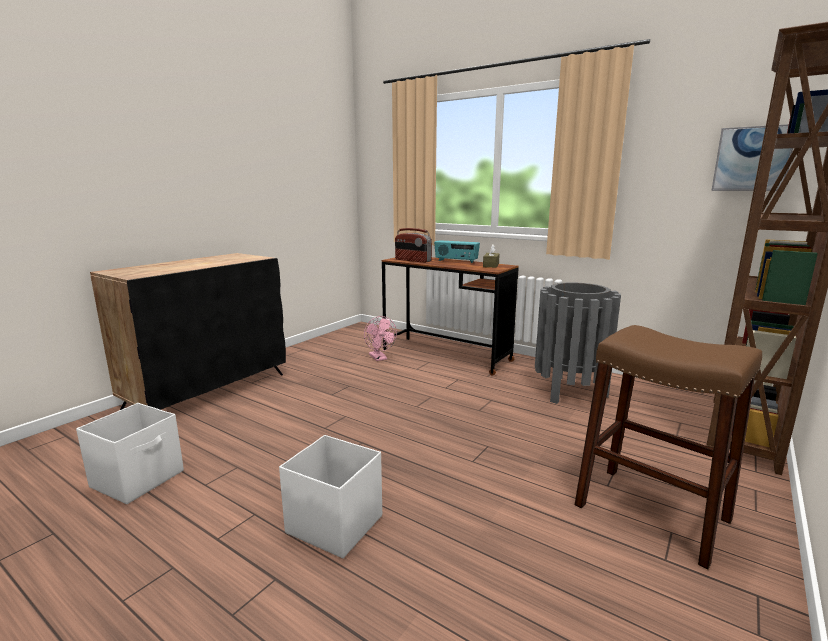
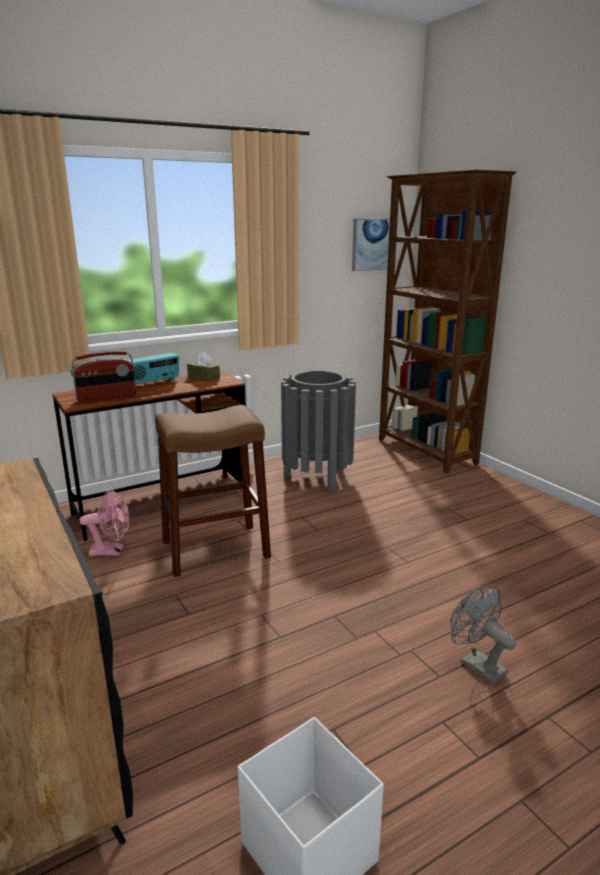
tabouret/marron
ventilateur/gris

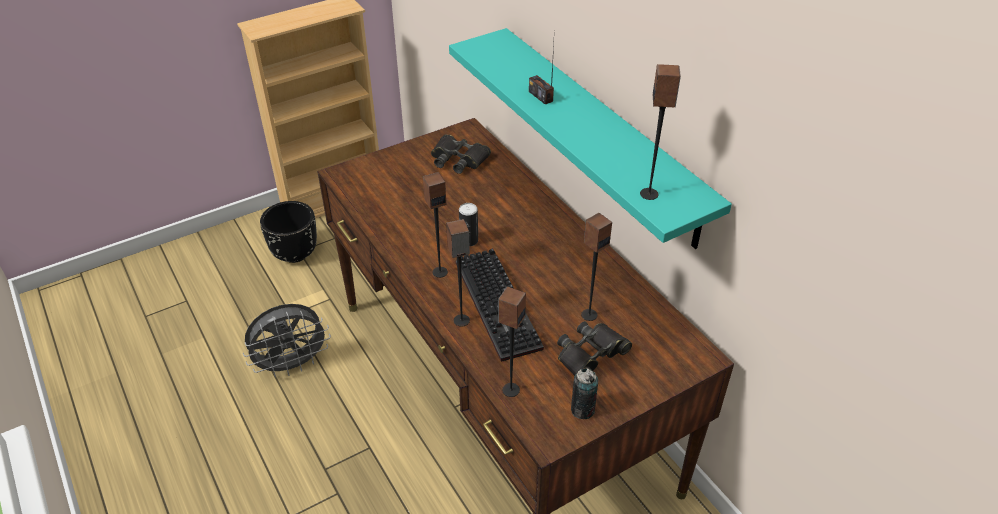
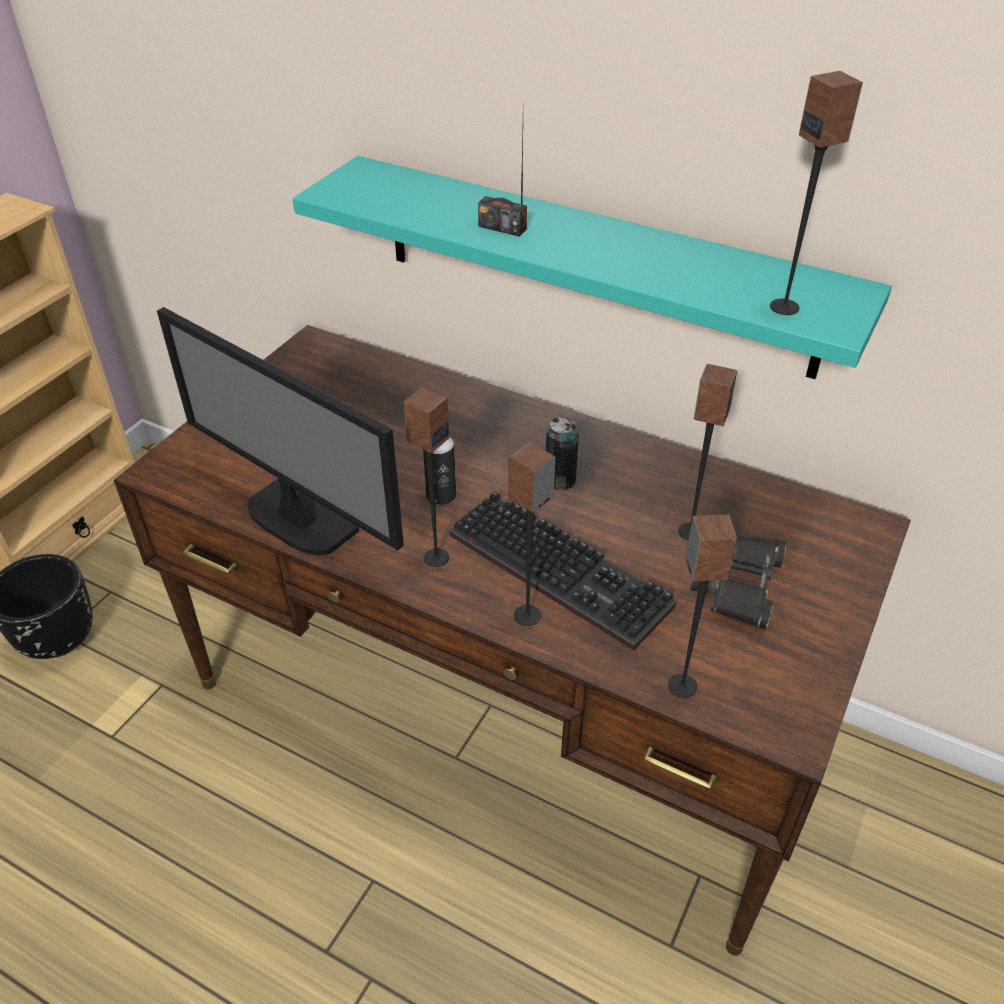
jumelles/noir (no. 1 from left in the first image)
ventilateur/gris
boîte métallique (no. 2 from left)
écran d'ordinateur

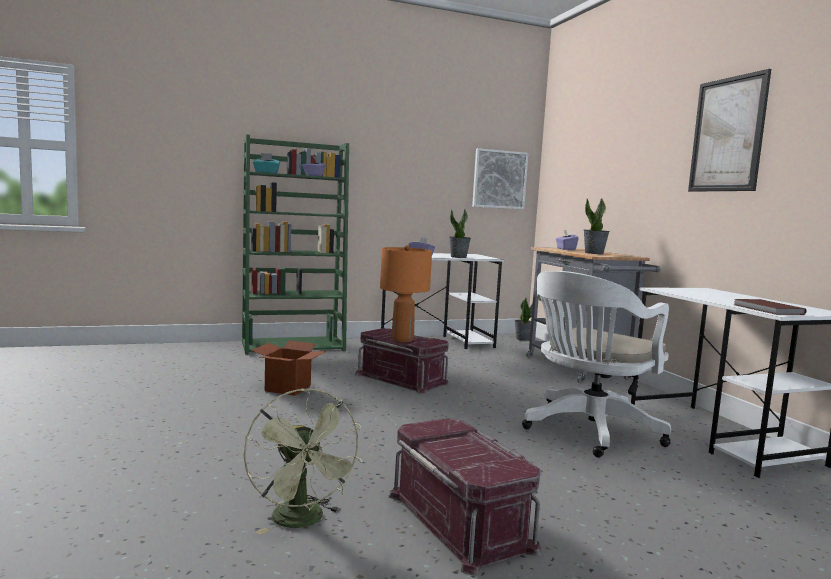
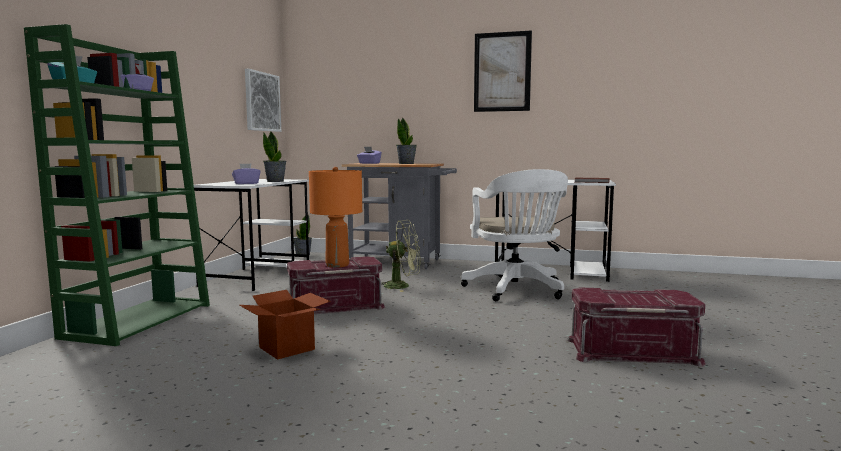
ventilateur/vert

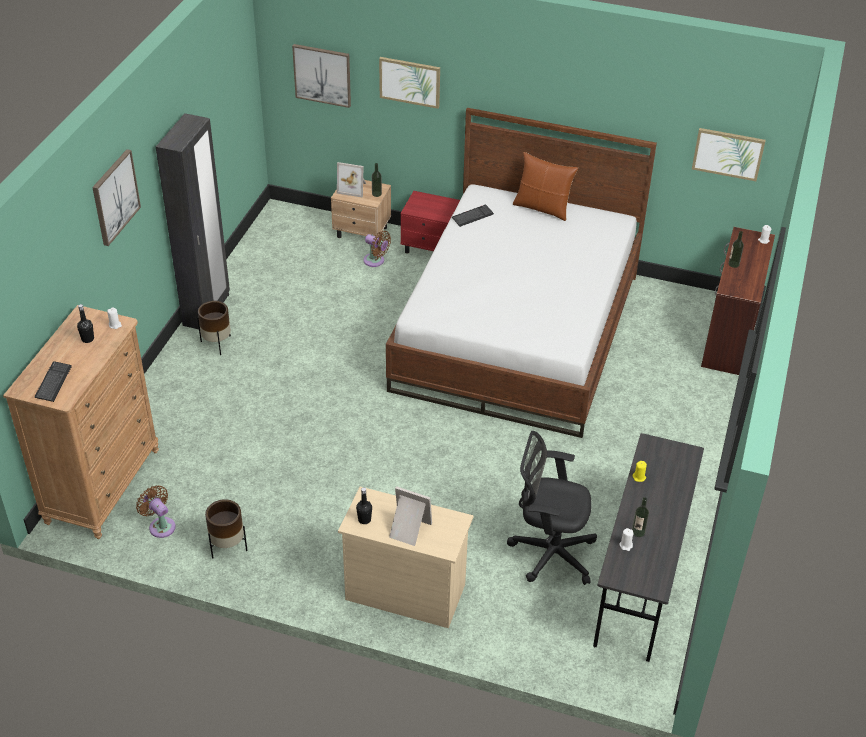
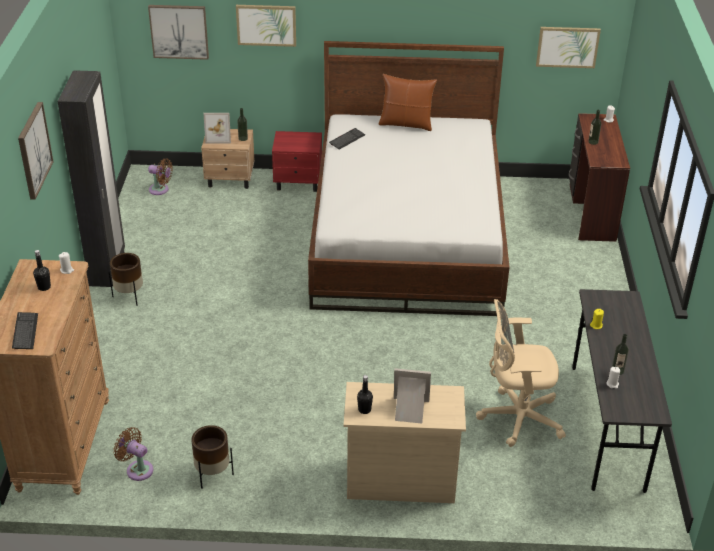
ventilateur/marron (no. 2 from left)
chaise de bureau/beige

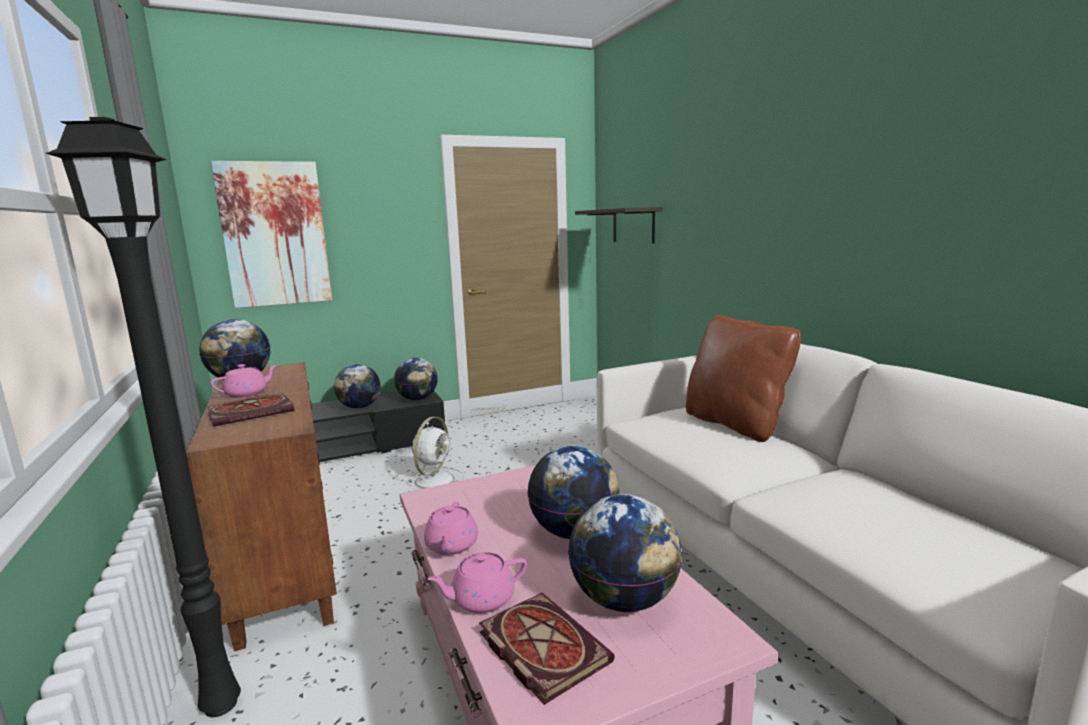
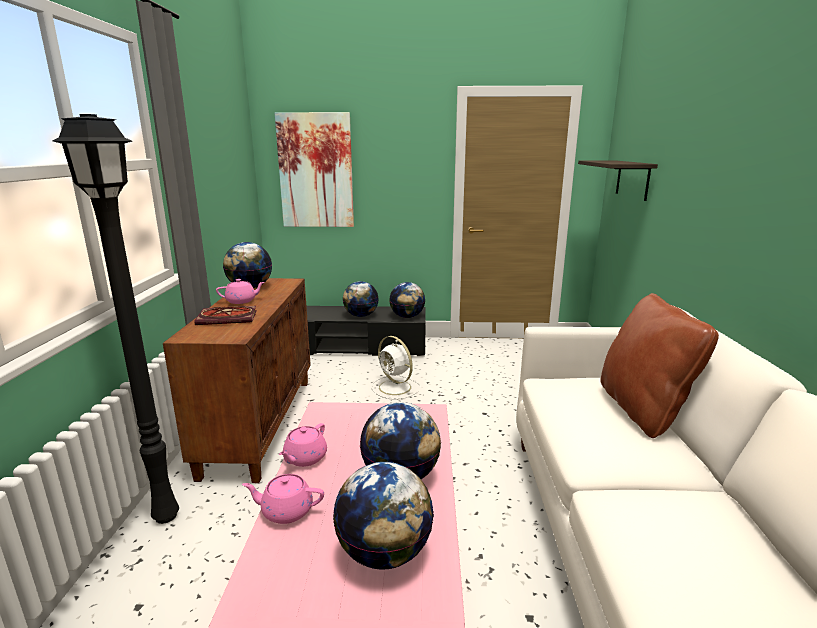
ventilateur/blanc
livre (no. 2 from left in the first image)

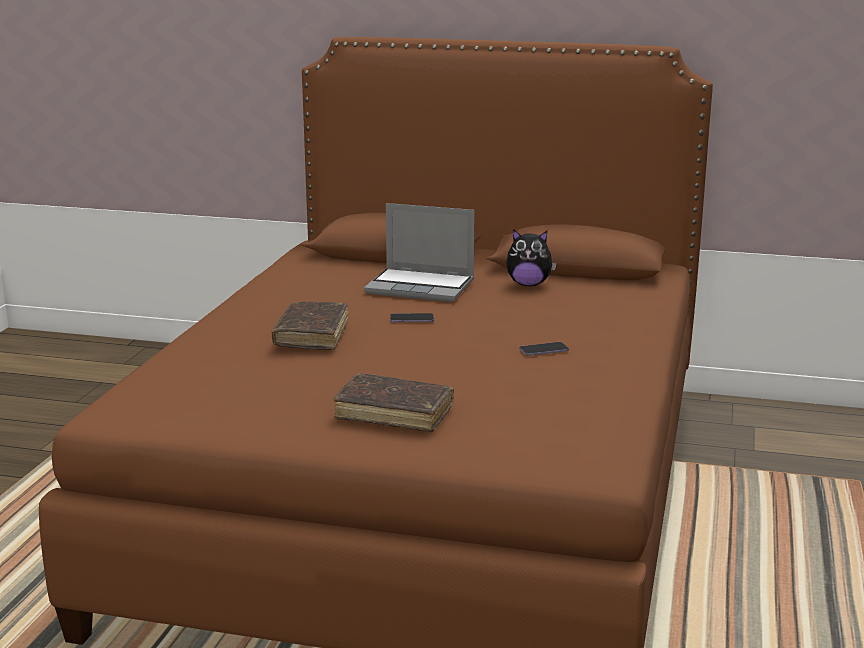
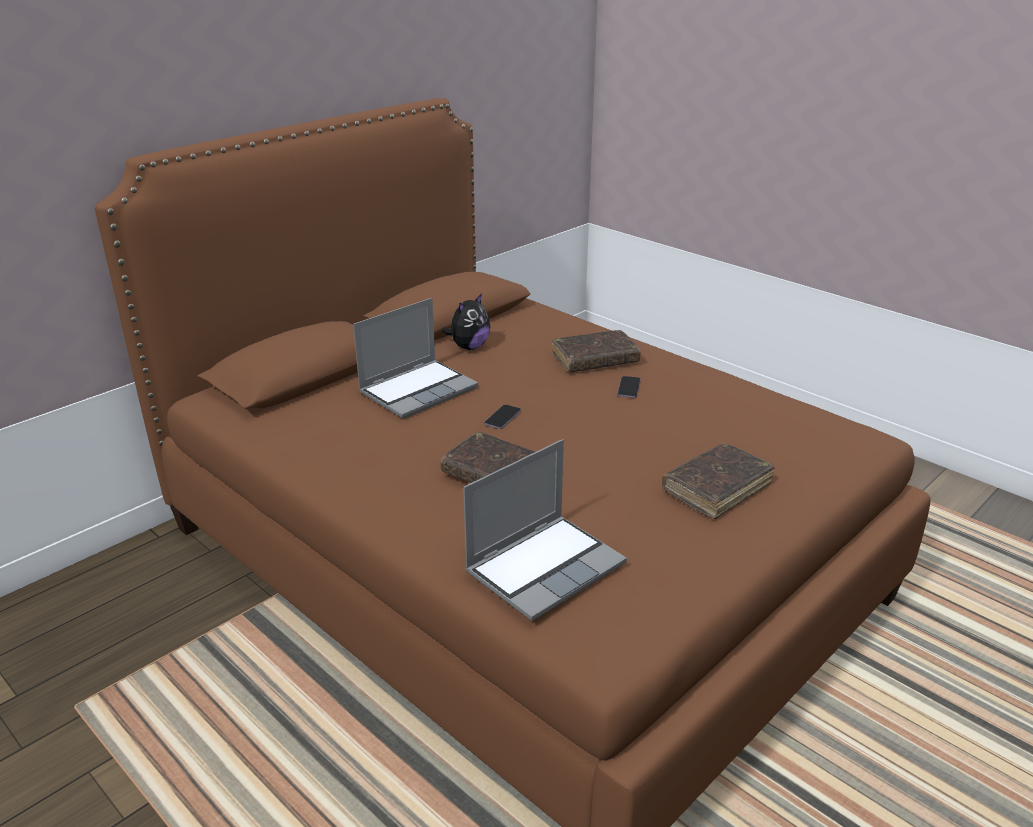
livre/marron (no. 2 from left)
ordinateur portable (no. 2 from left)

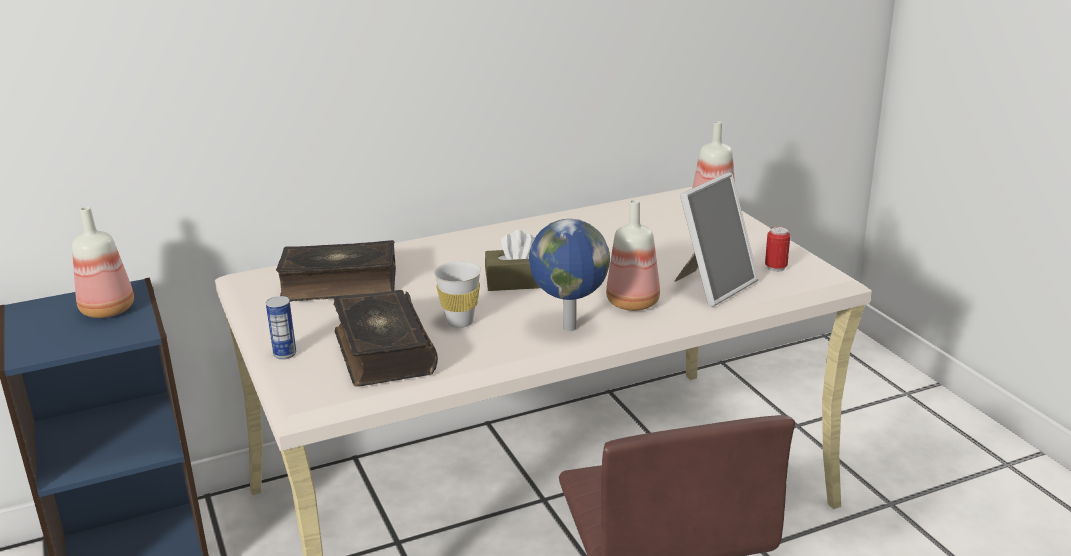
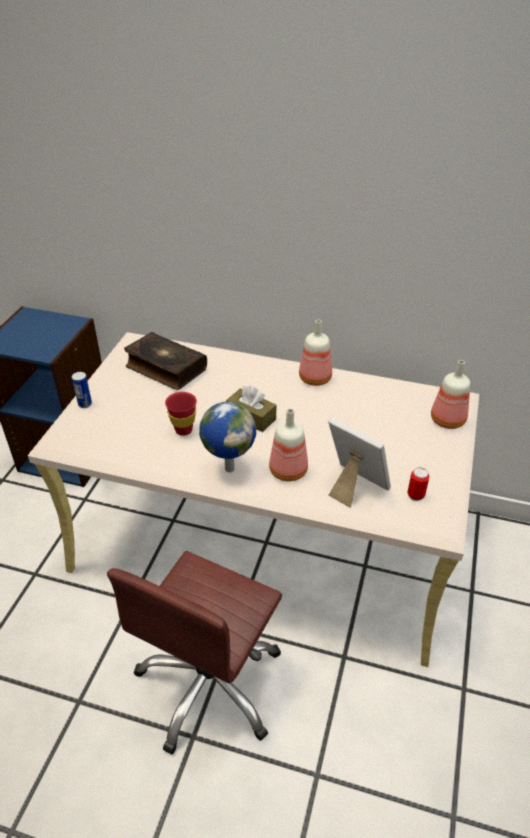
cadre photo
bouteille (no. 2 from left)
tasse/rouge
livre (no. 2 from left in the first image)

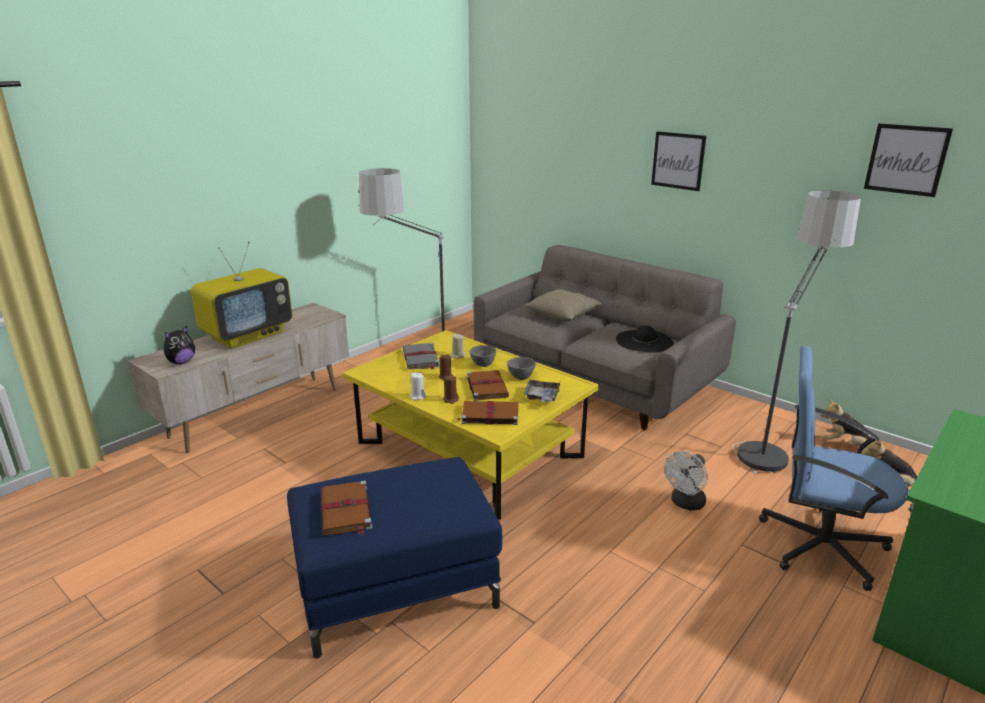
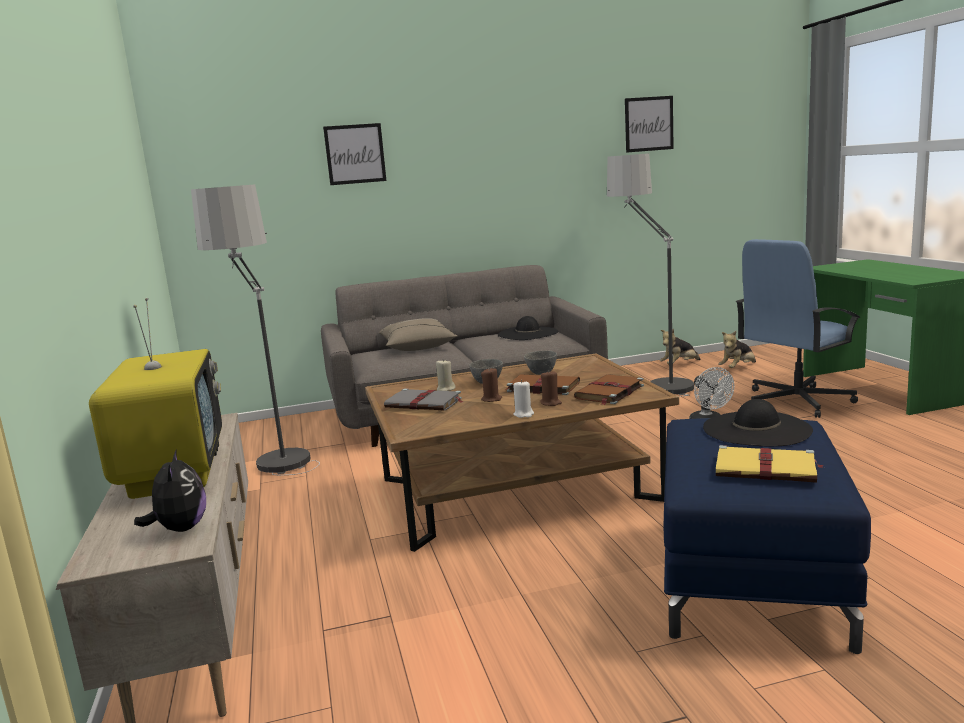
tableau (no. 1 from left)
table basse/marron
plateau/gris
livre/jaune
chapeau/noir (no. 2 from left)

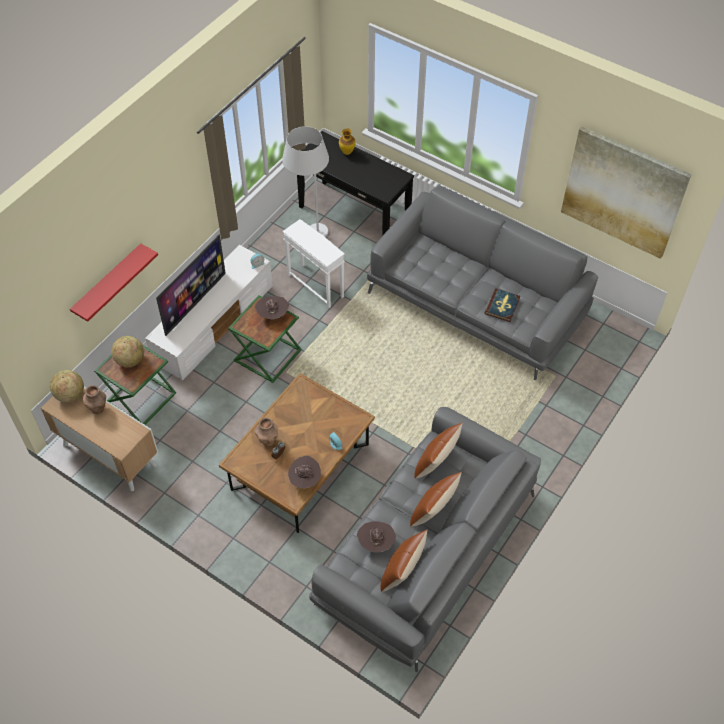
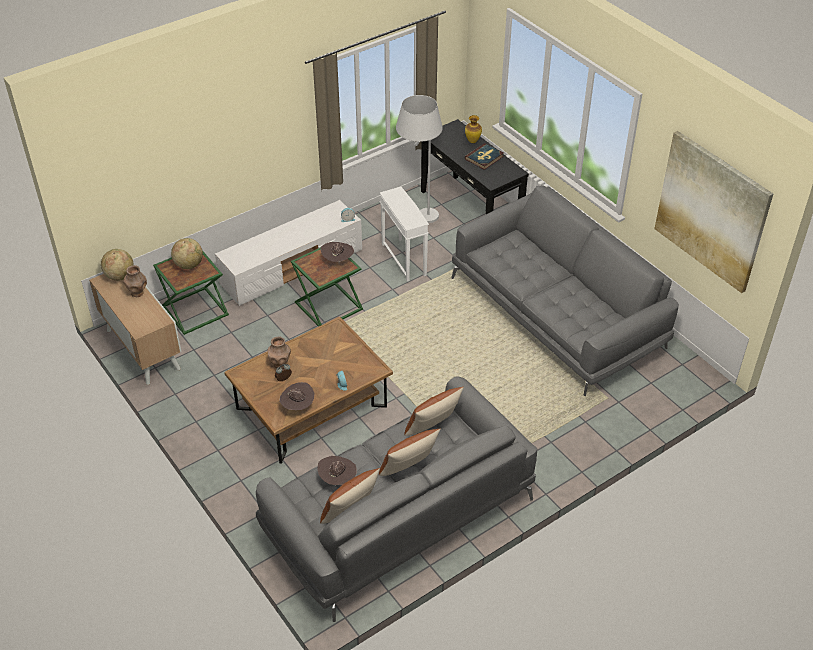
téléviseur
étagère/rouge
livre

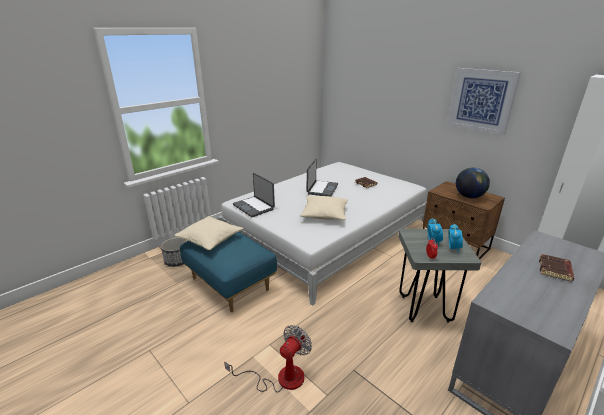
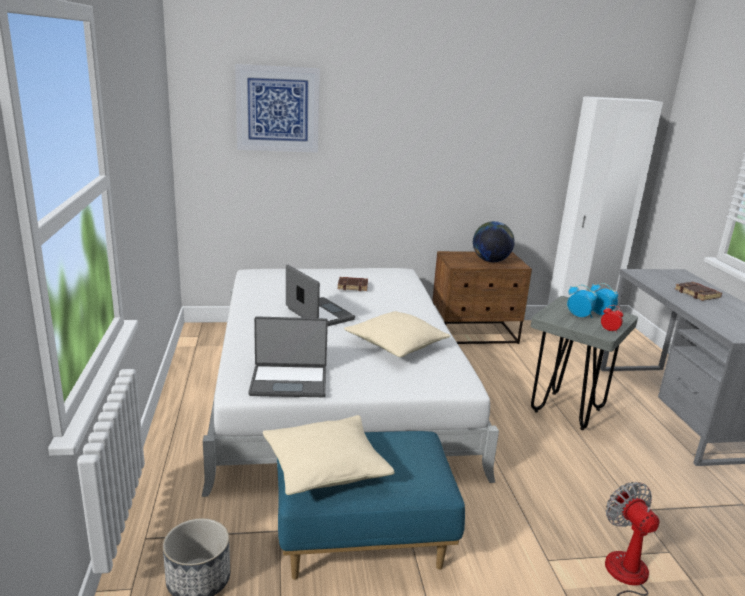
tableau

